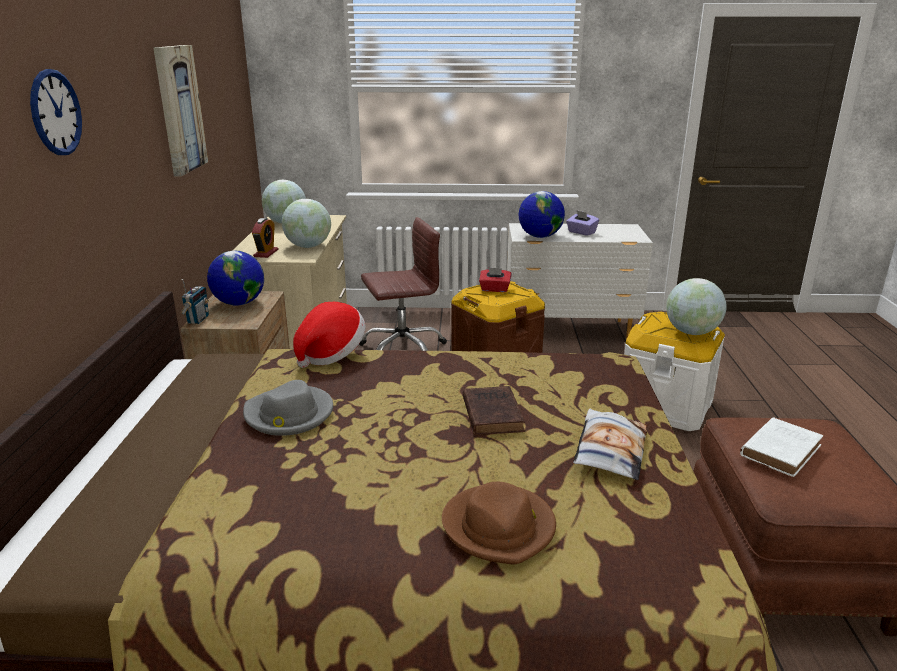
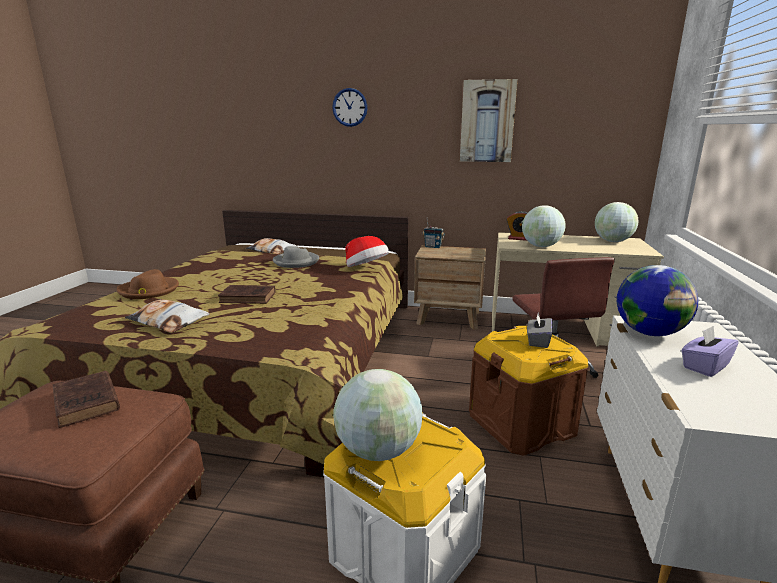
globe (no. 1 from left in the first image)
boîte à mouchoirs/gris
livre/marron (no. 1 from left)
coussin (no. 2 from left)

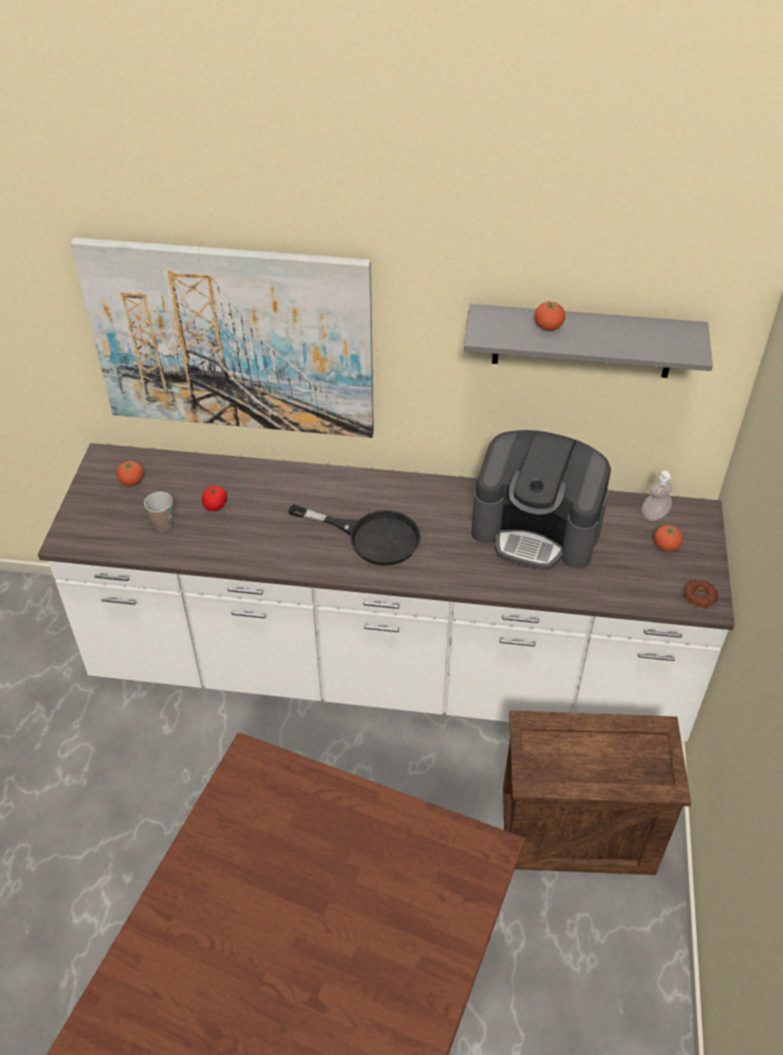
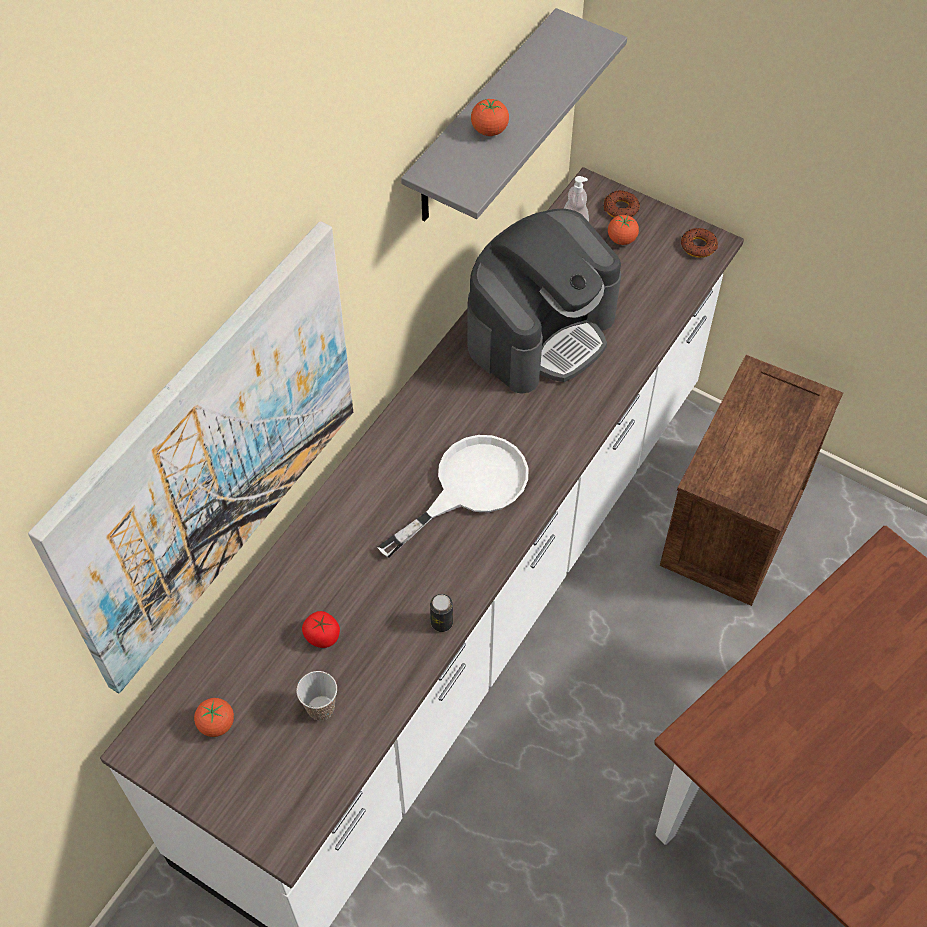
poêle/blanc
beignet (no. 1 from left)
boîte métallique

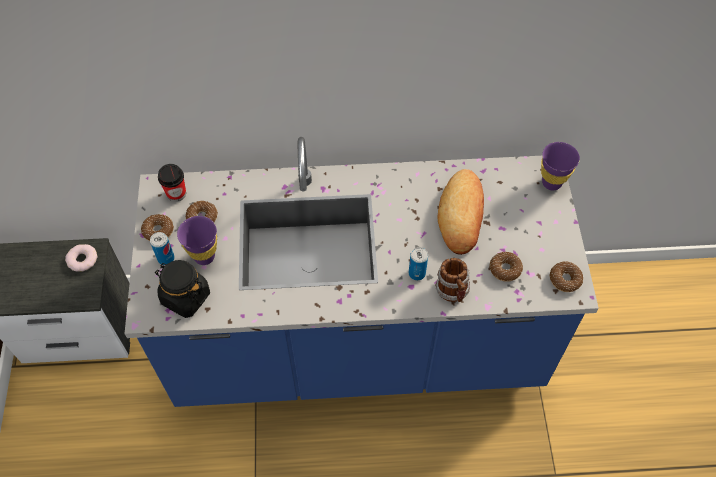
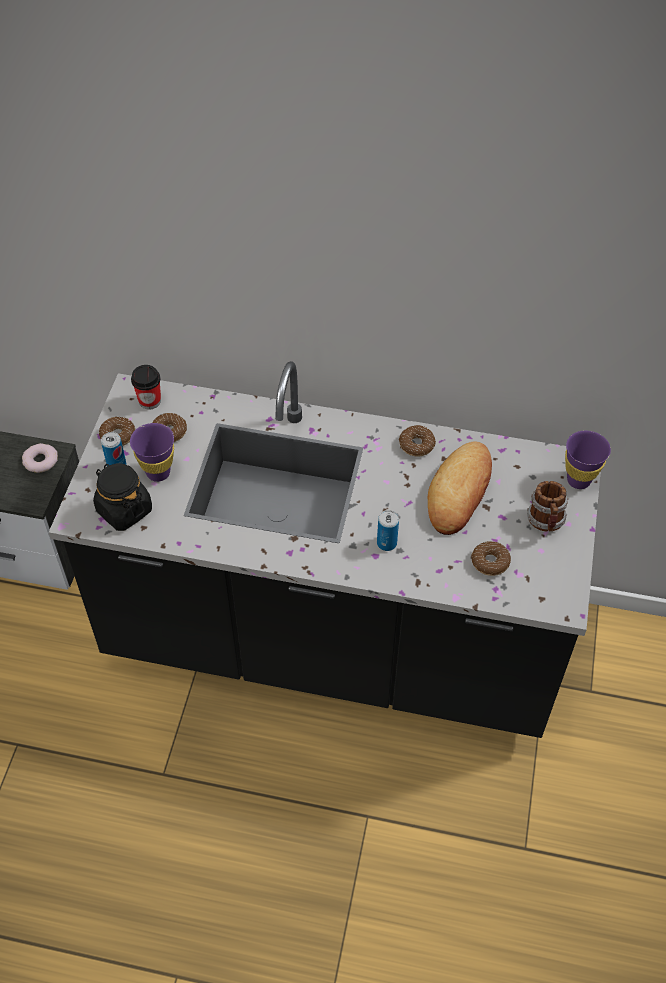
comptoir de cuisine/noir
mug
beignet (no. 4 from left)

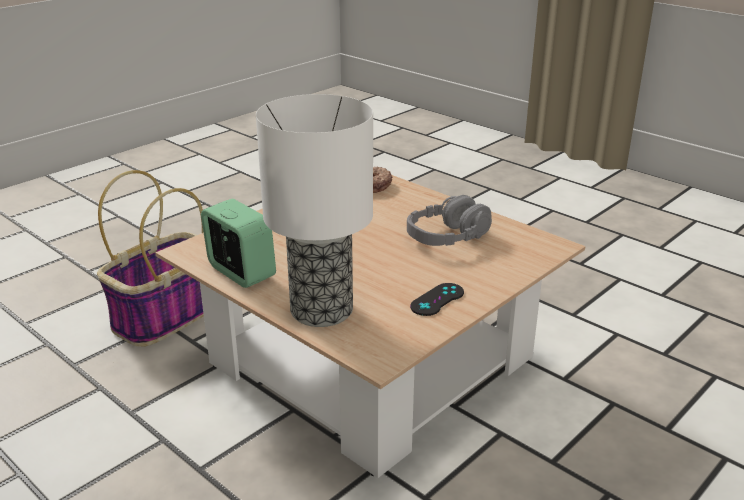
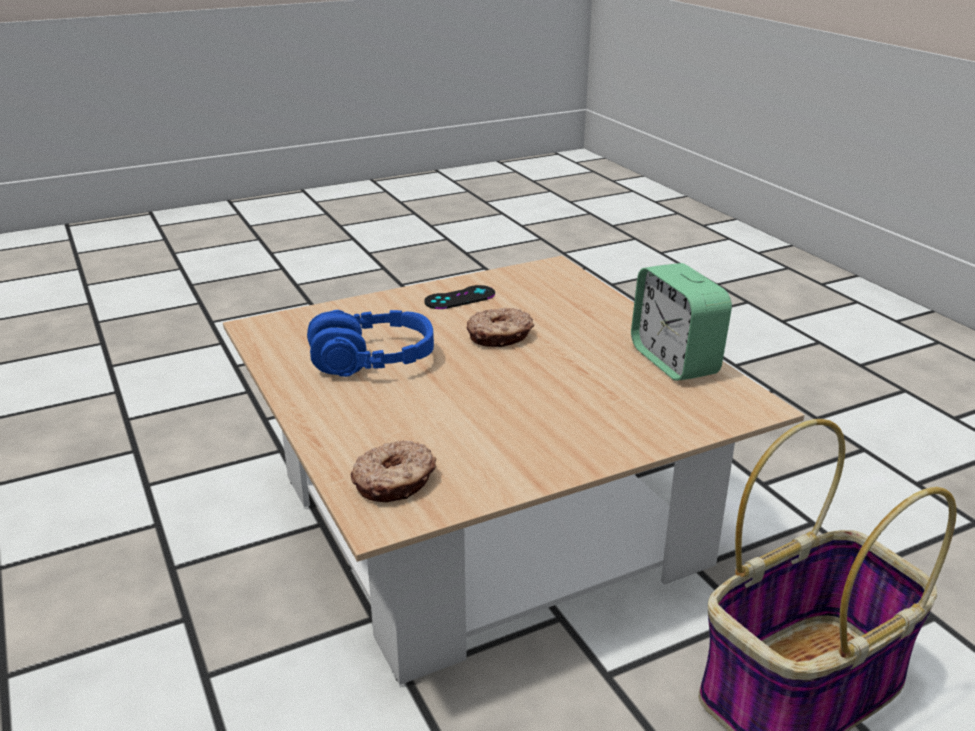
lampe de table
casque audio/bleu
beignet (no. 2 from left)

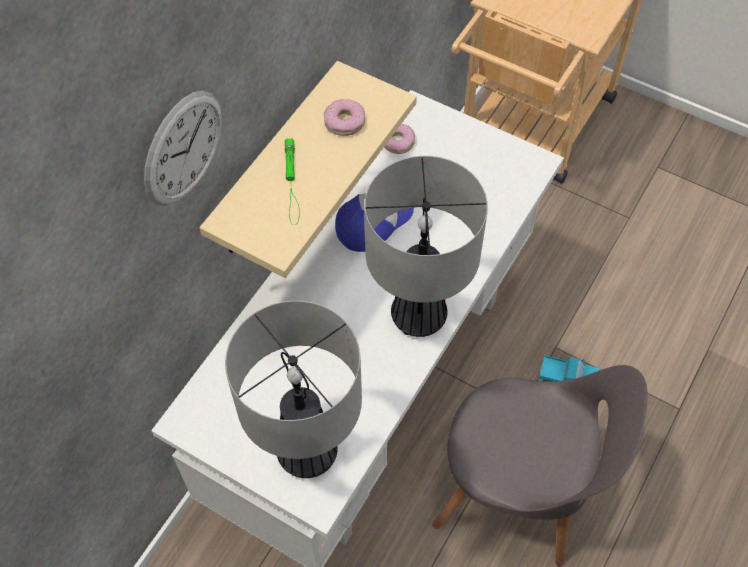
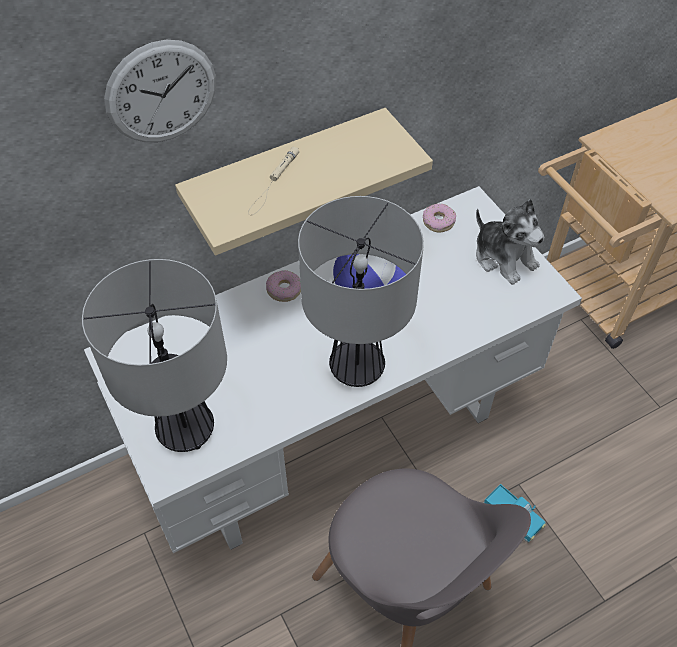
beignet (no. 1 from left)
lampe de poche/beige
peluche

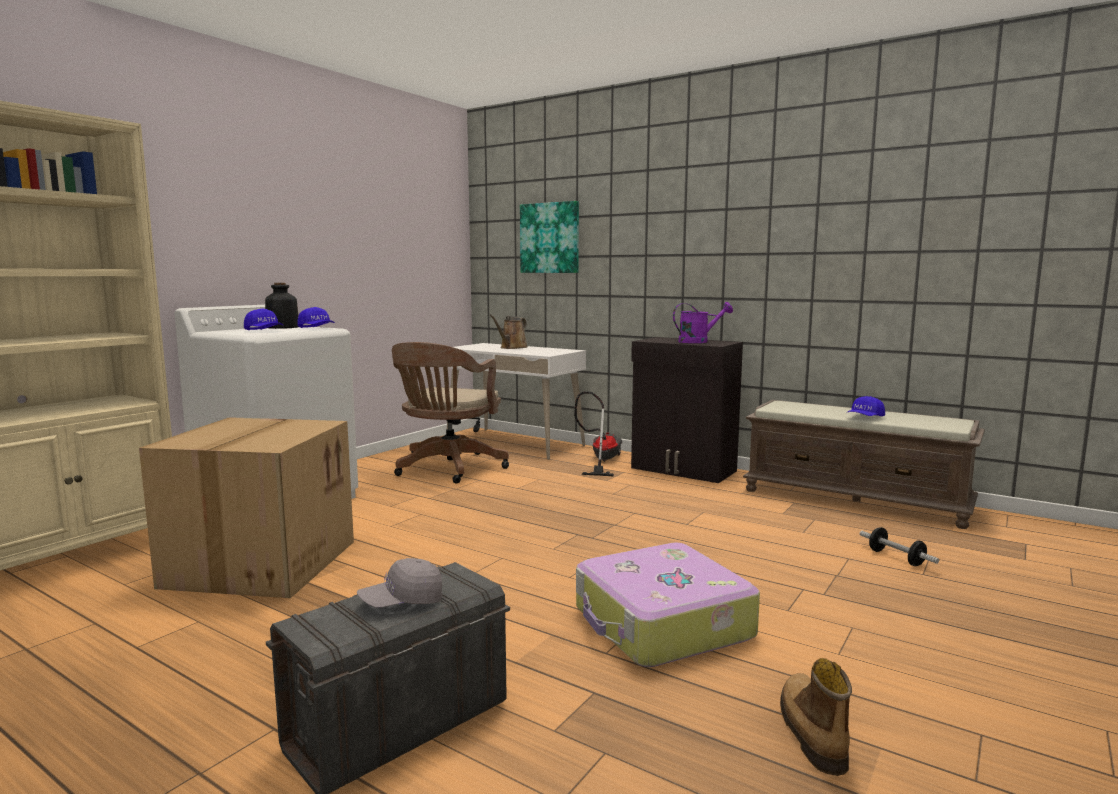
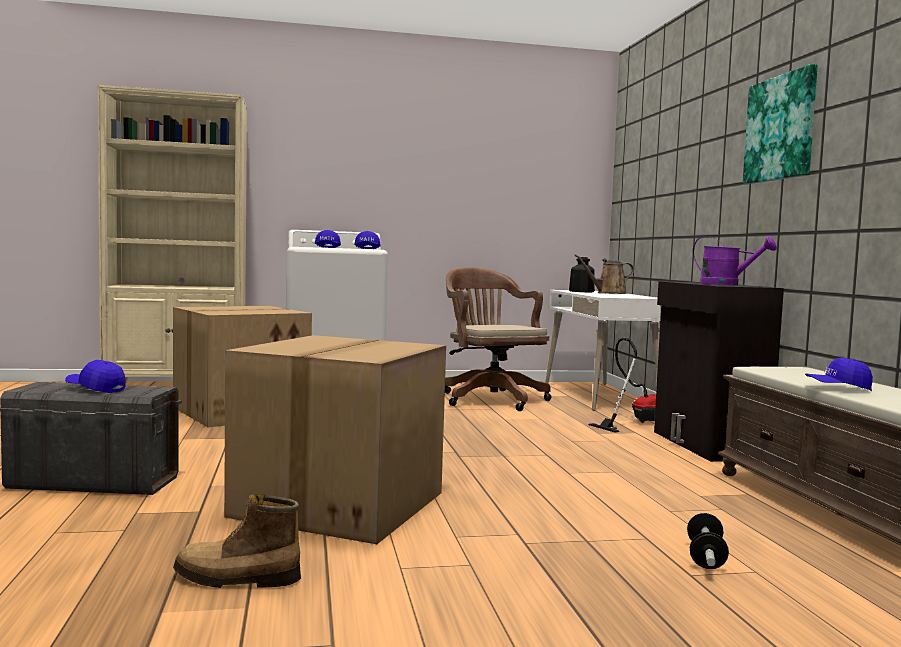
tableau
bouteille
chaise de bureau/marron
carton (no. 2 from left)
casquette/bleu (no. 1 from left)
botte

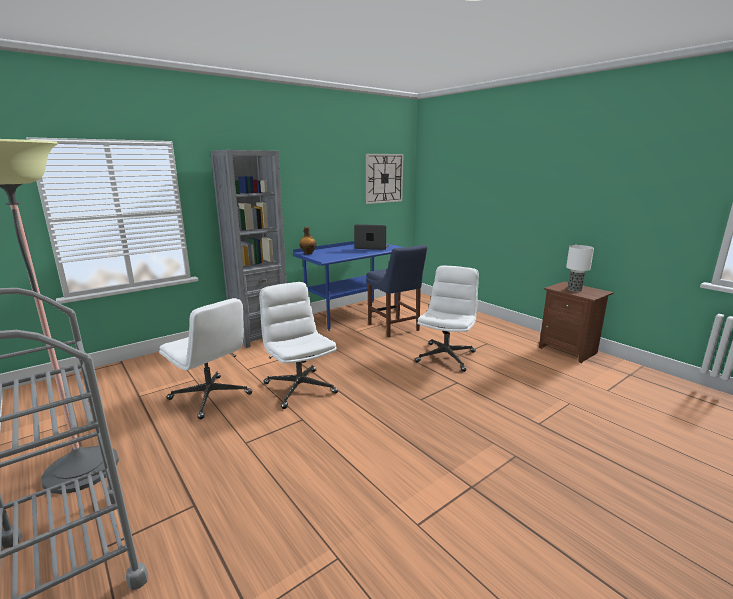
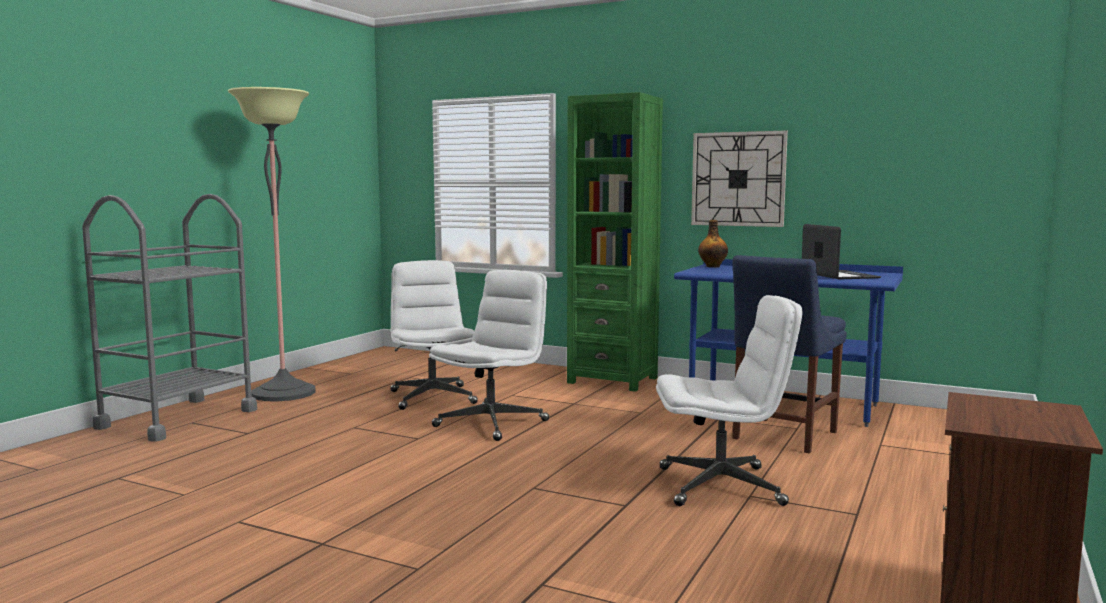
bibliothèque/vert
horloge murale
lampe de table
chaise de bureau/blanc (no. 1 from left)

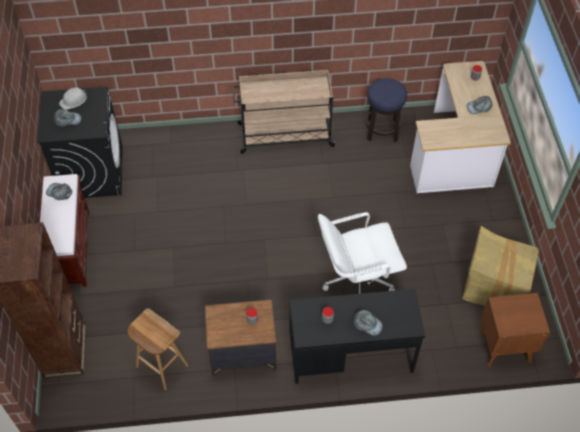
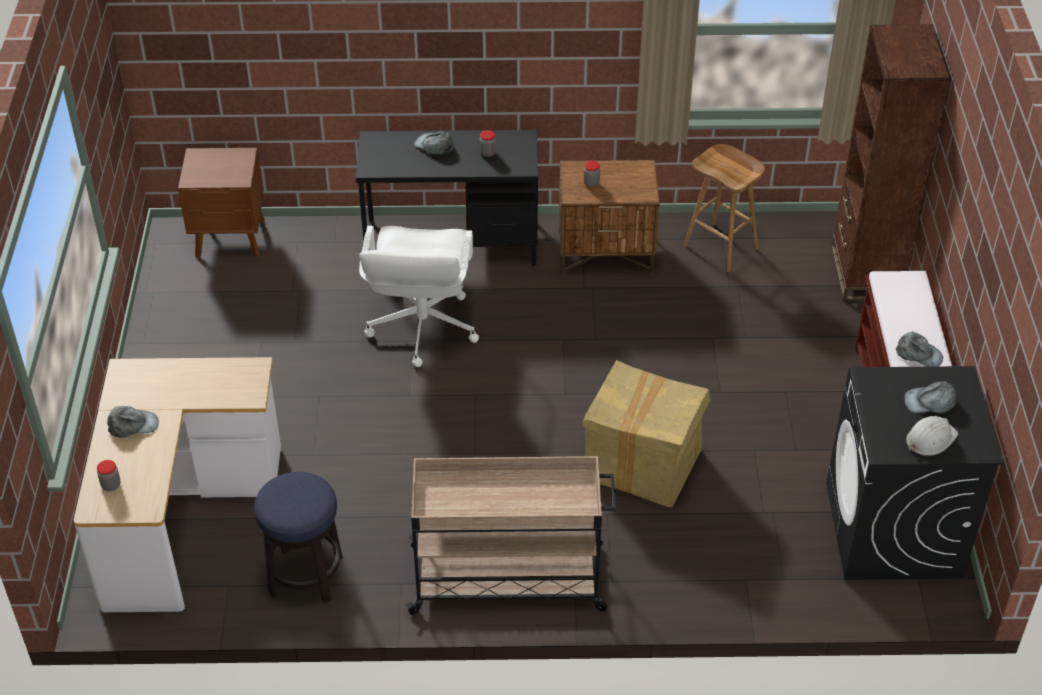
chaise de bureau/blanc
carton

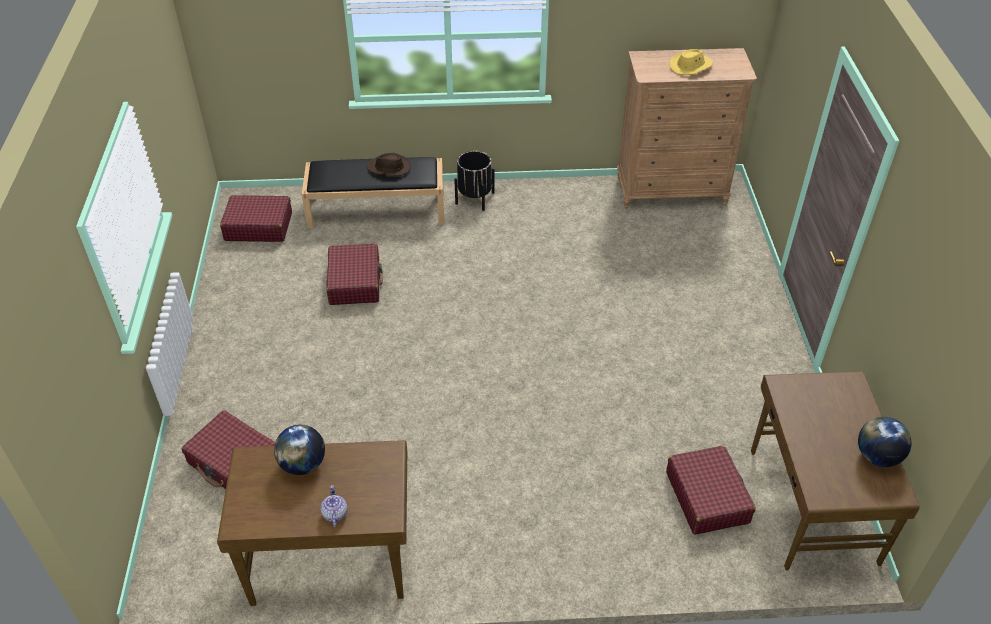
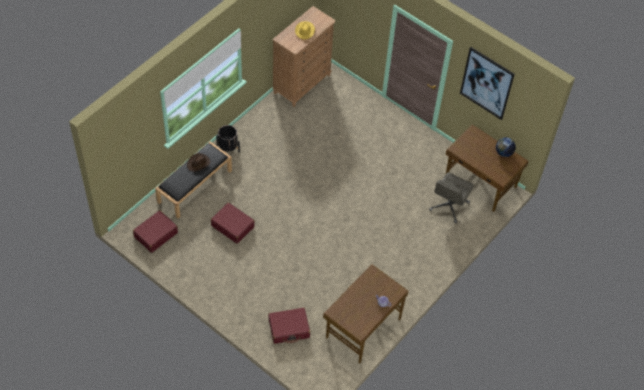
globe (no. 1 from left in the first image)
chaise de bureau/gris
tableau

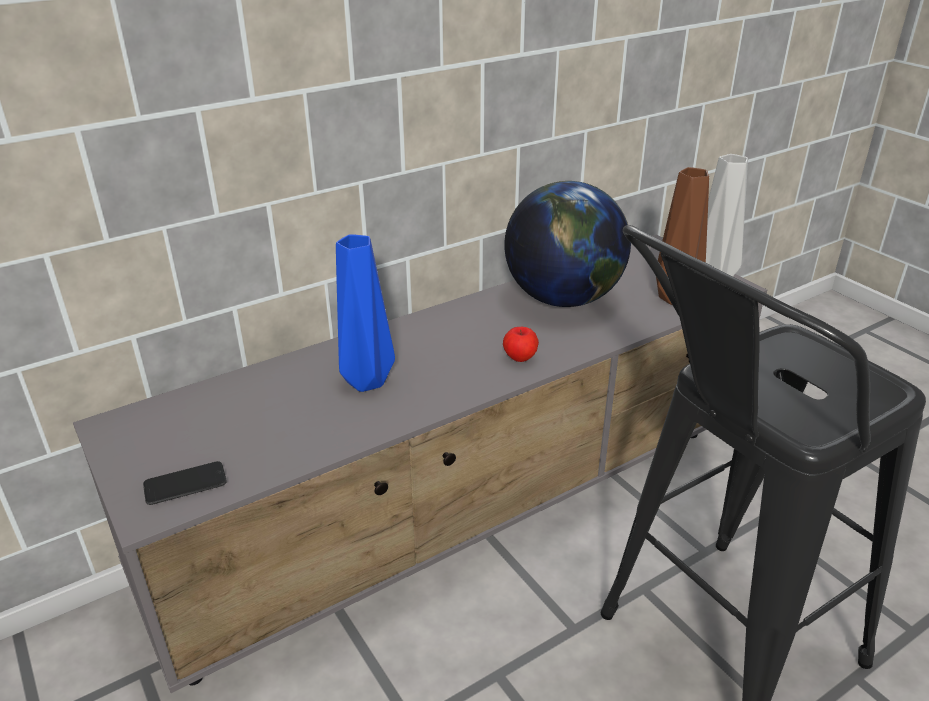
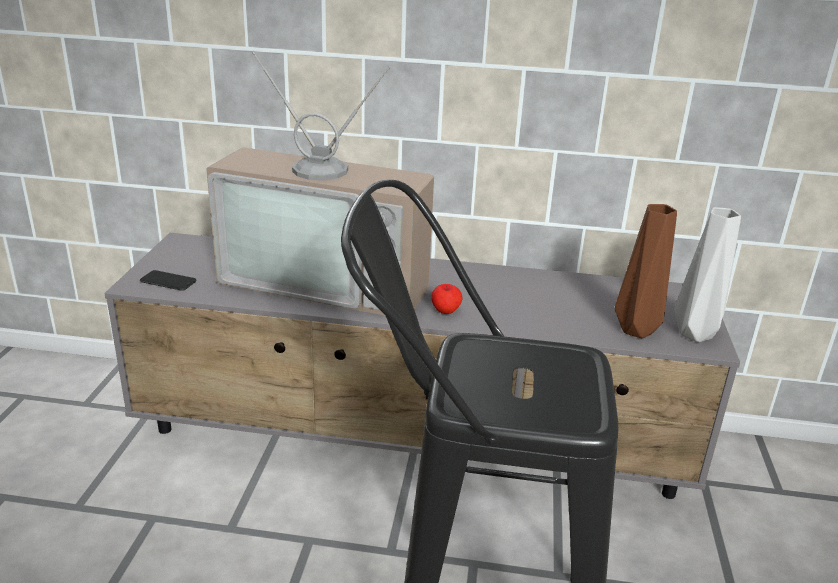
globe
téléviseur

